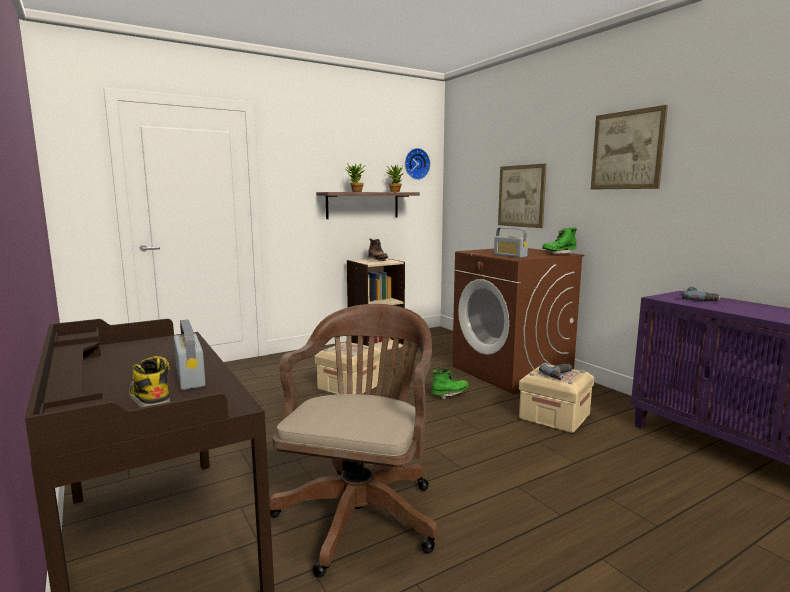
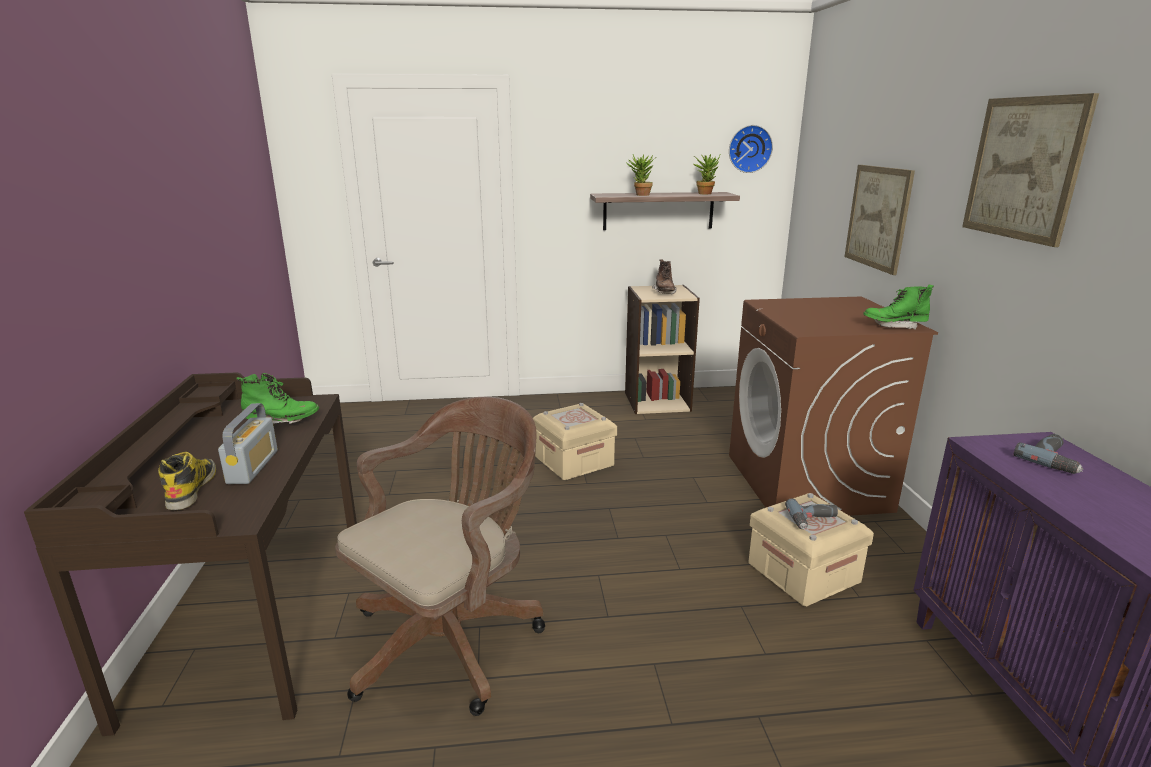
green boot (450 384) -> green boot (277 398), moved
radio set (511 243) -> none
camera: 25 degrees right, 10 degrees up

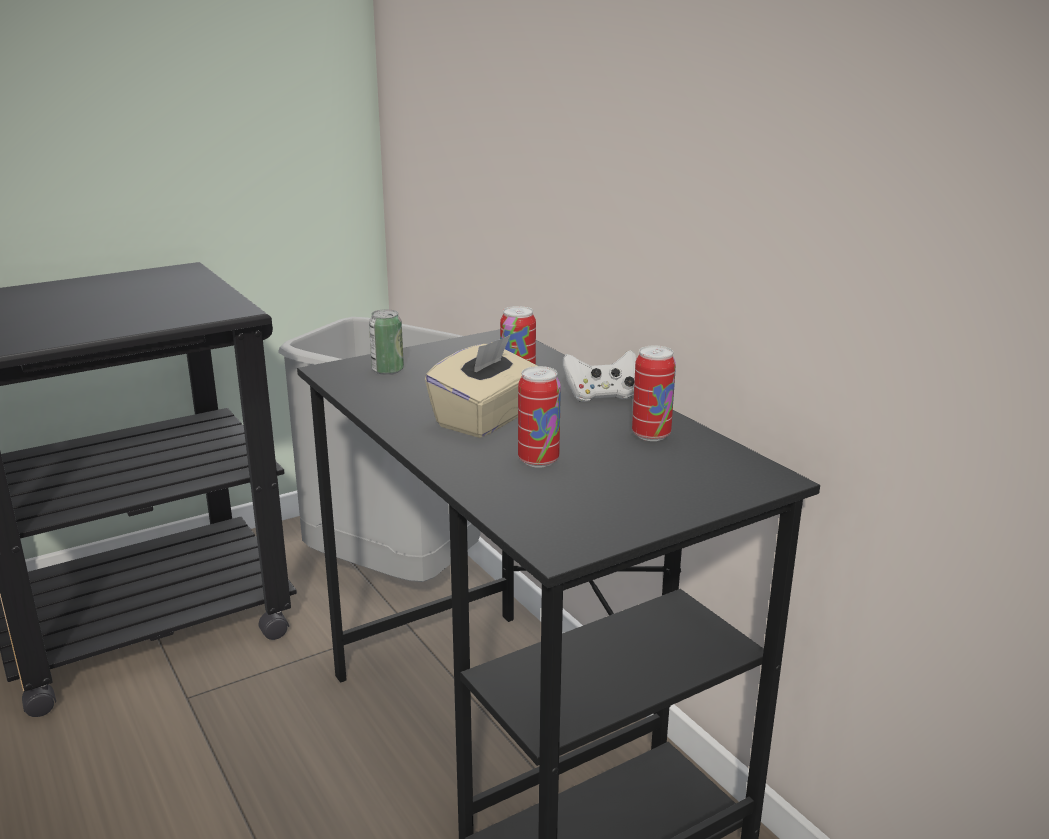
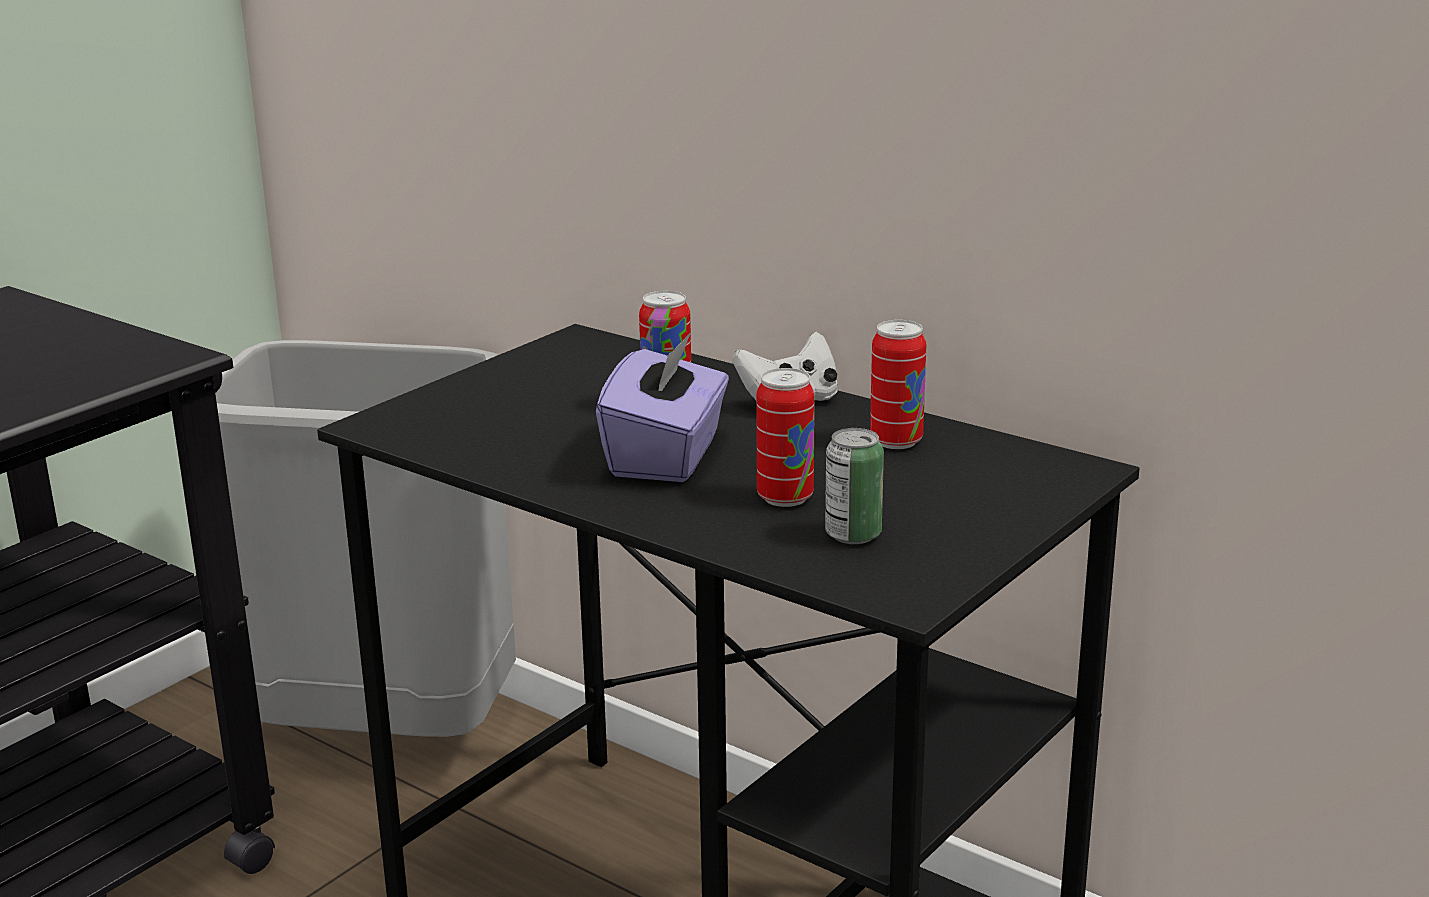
can (386 342) -> can (854 486), moved
beige-coloured tissue box (481 386) -> purple tissue box (662 407)
camera: 20 degrees left, 0 degrees up

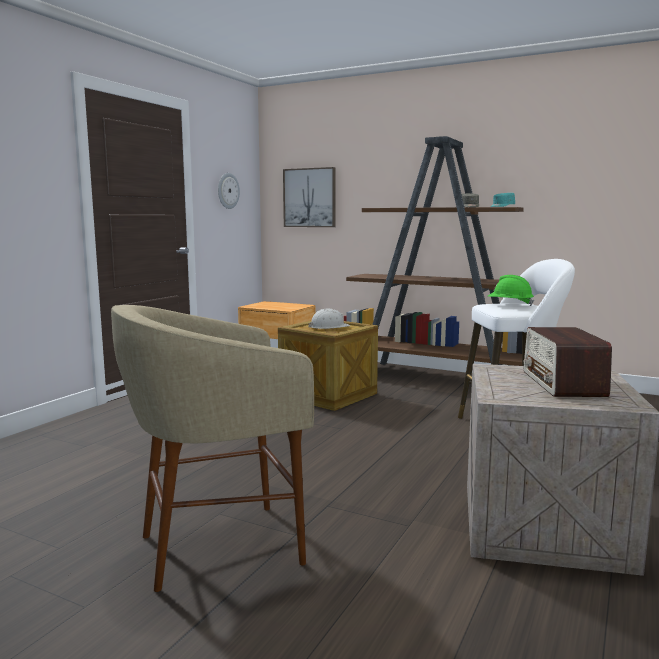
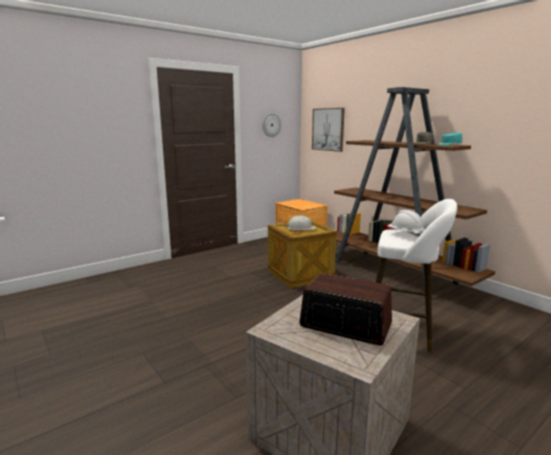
beige-coloured stool seat (212 448) -> none
green safety helmet (511 290) -> white safety helmet (406 223)
radio set (567 362) -> radio set (345 309), 90 degrees clockwise
camera: 25 degrees right, 5 degrees up

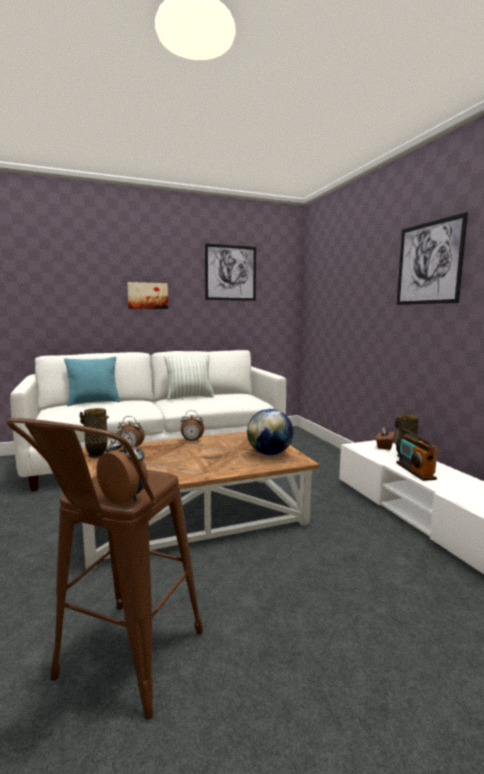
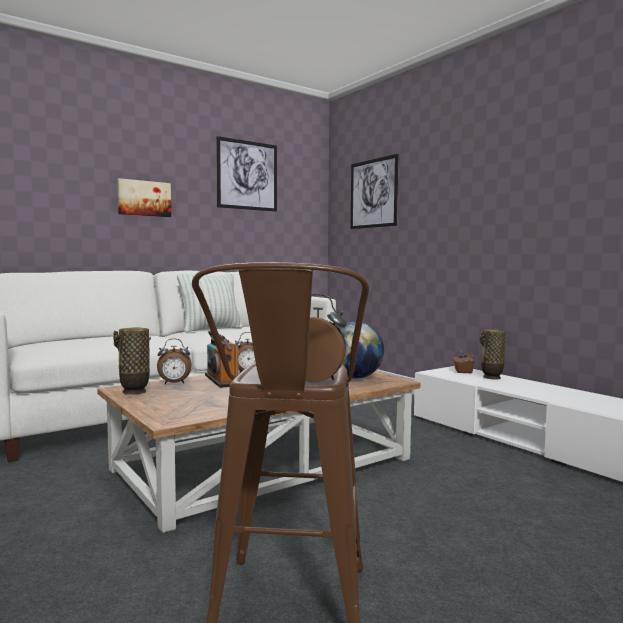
turquoise throw pillow (92 381) -> none
radio set (417 455) -> radio set (222 359), moved
wall art (432 258) -> wall art (374 191), moved
camera: 15 degrees left, 5 degrees down

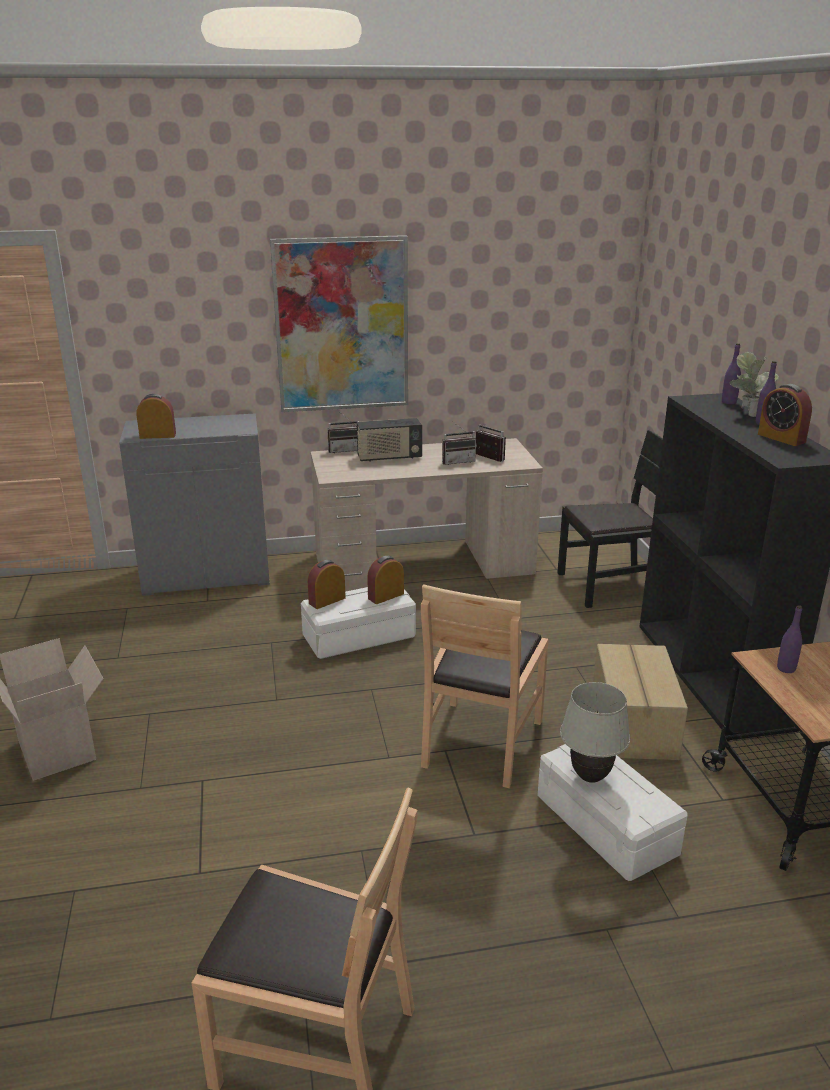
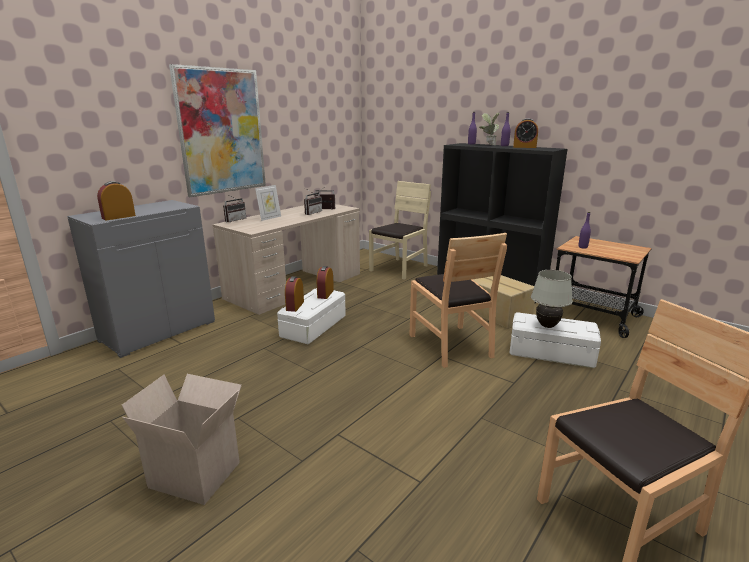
radio set (389 439) -> photo frame (268 203)
black-coloured upright chair (610 519) -> beige-coloured upright chair (400 230)
camera: 40 degrees left, 5 degrees down

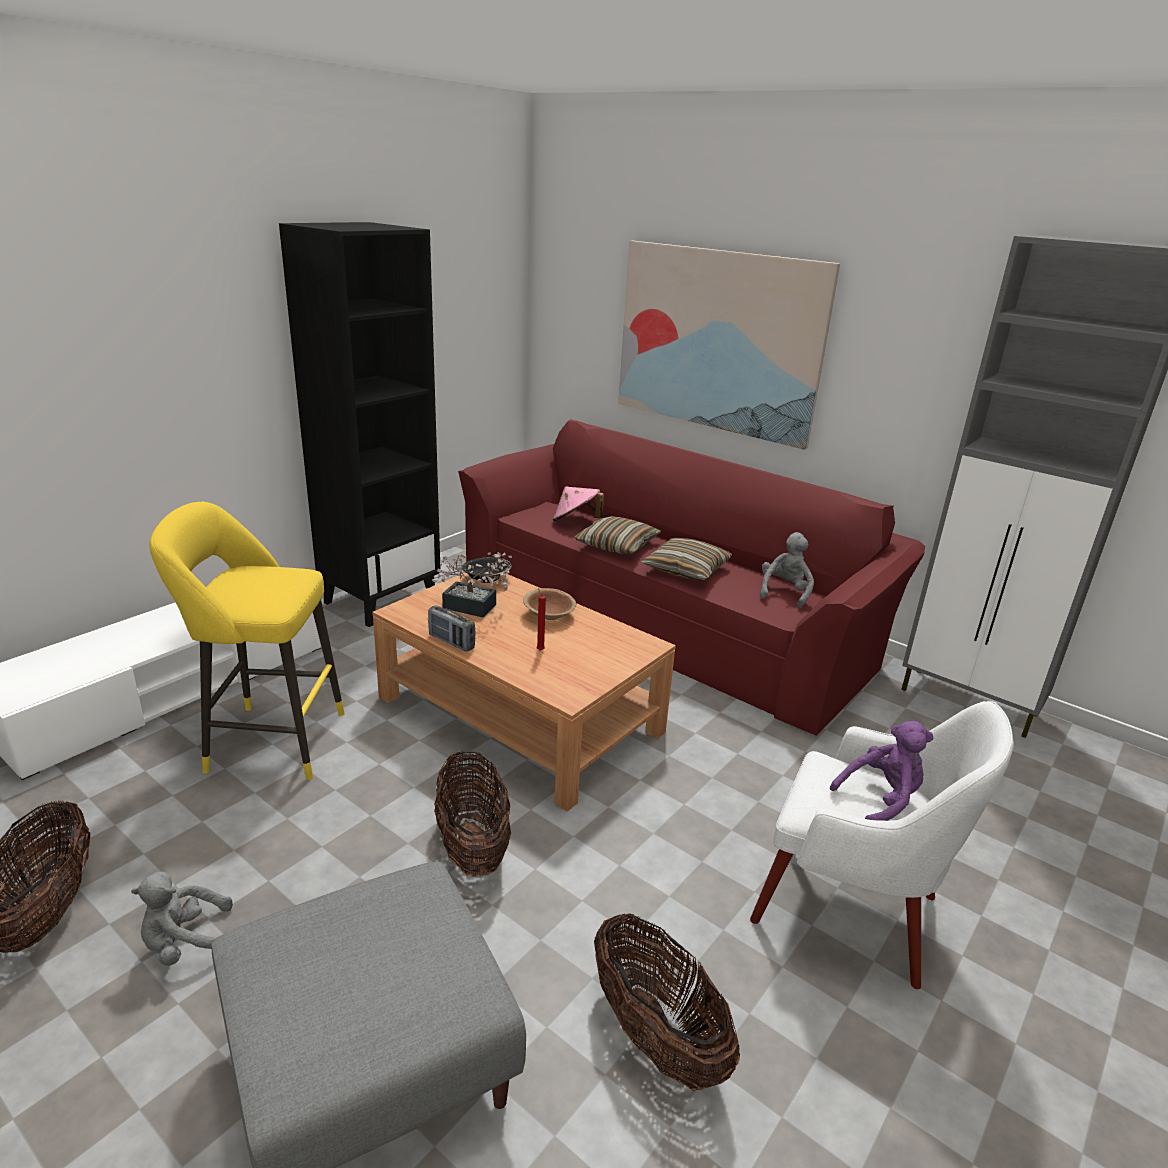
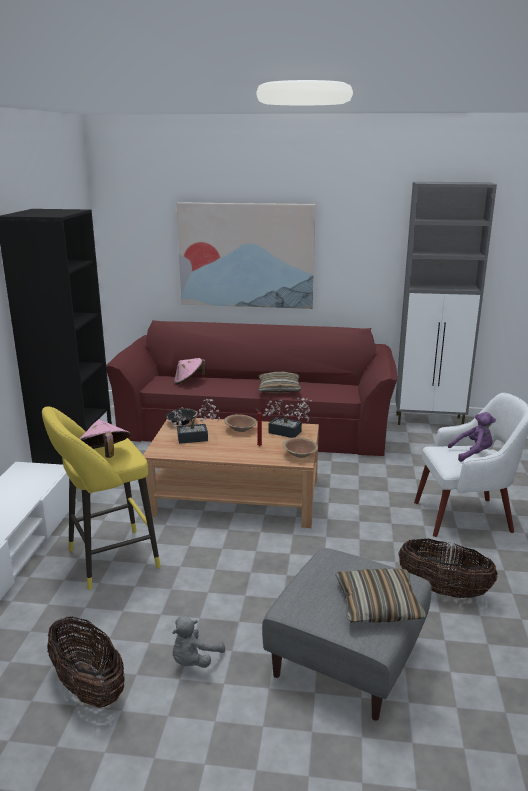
radio set (452 628) -> none
storage basket (472 813) -> none
throw pillow (618 535) -> throw pillow (381 596), moved
greyish plush toy (787 570) -> none
purple plush toy (881 771) -> purple plush toy (472 437), 45 degrees clockwise
none -> pinkish wearable hat (105 438)
none -> houseplant (287 417)
none -> brown bowl (300 447)
camera: 30 degrees left, 5 degrees down

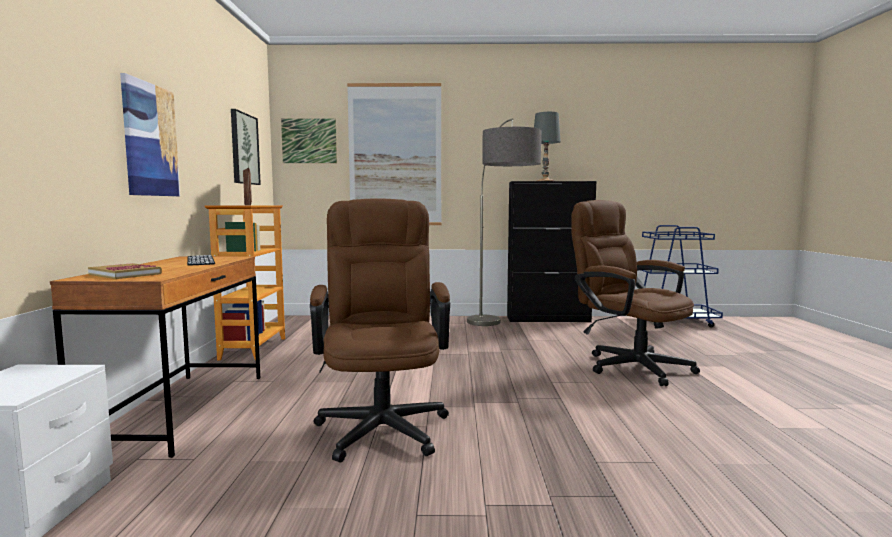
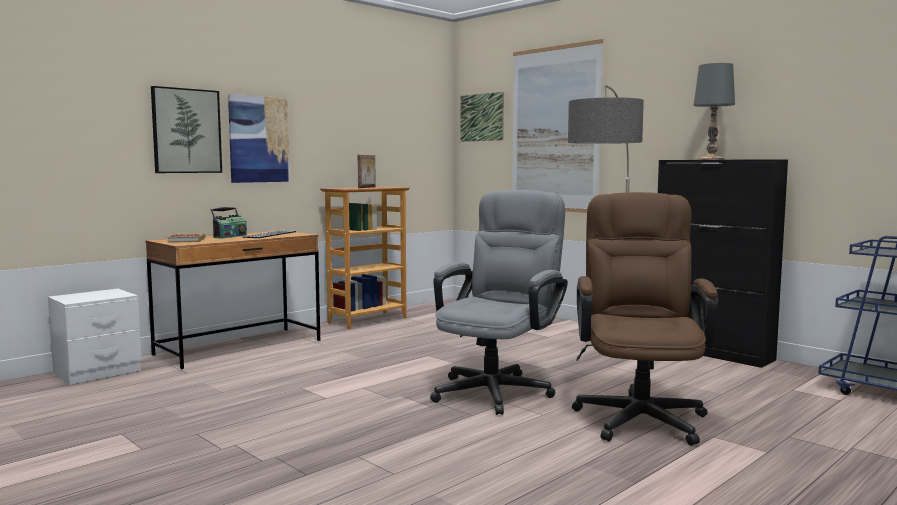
wall art (246 147) -> wall art (186 129), moved
brown desk chair (380 330) -> none
none -> radio set (229 223)
none -> greyish desk chair (499 302)
camera: 45 degrees right, 0 degrees up

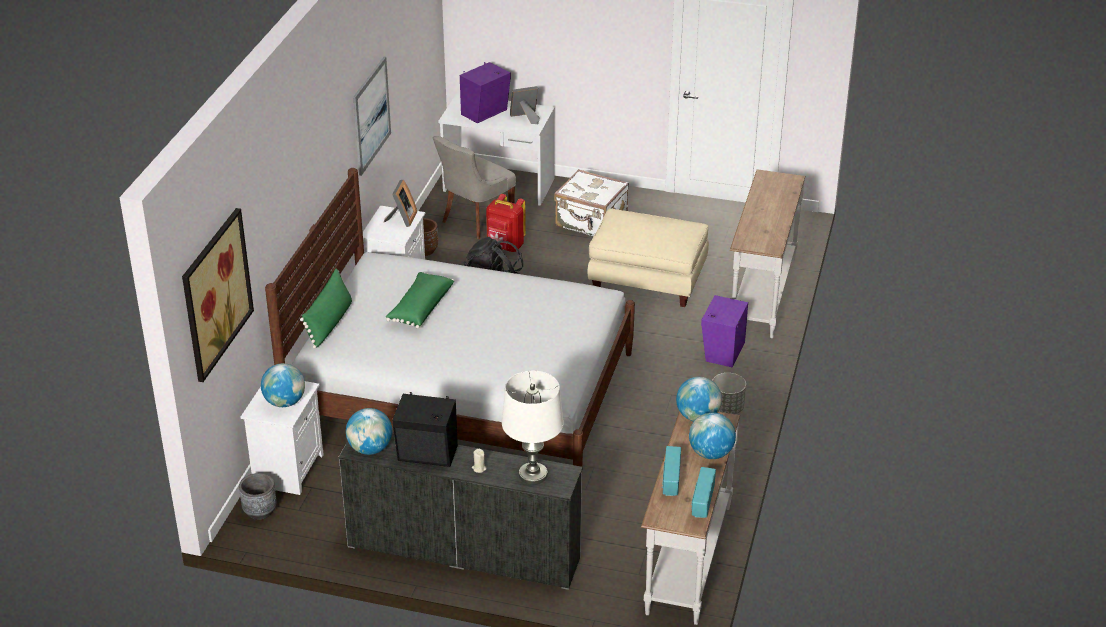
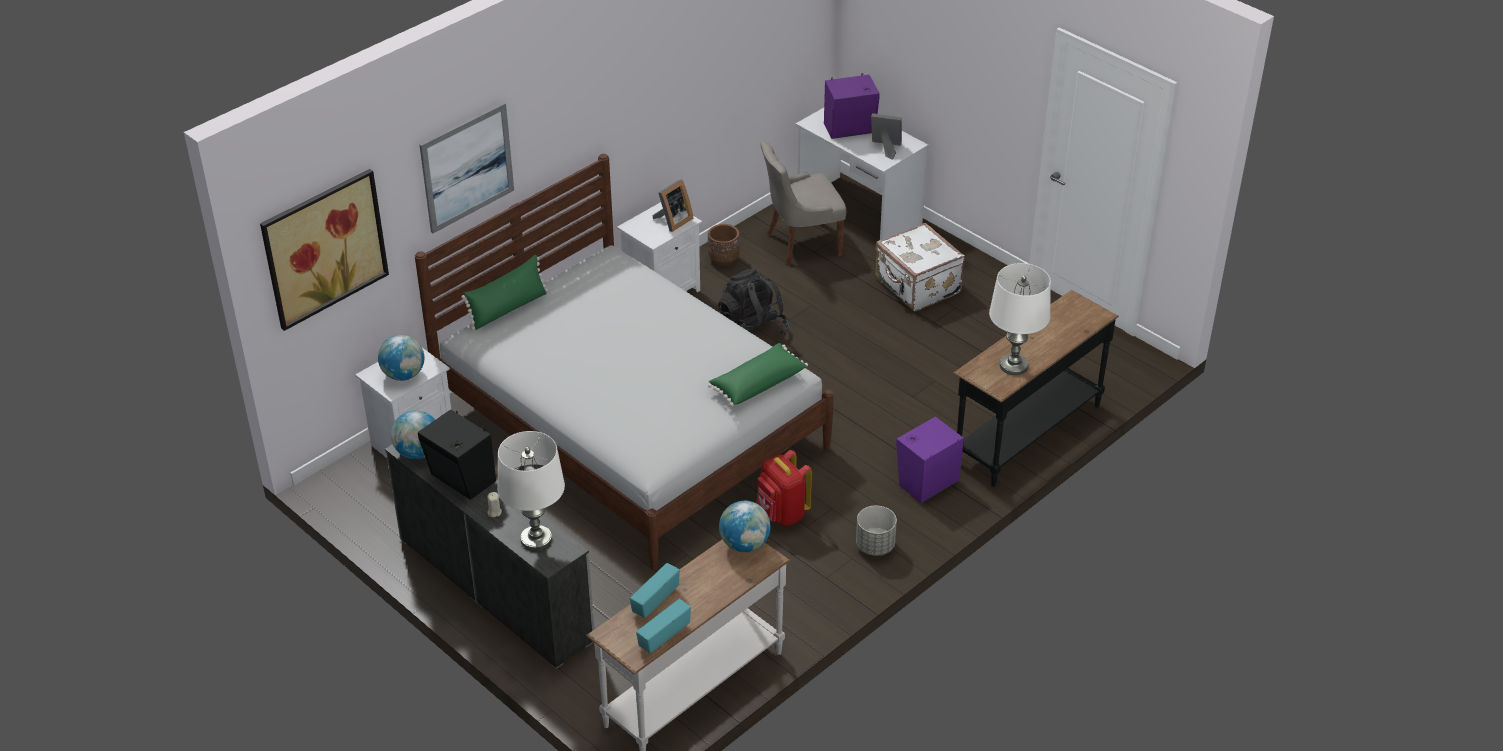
greyish plant pot (258 496) -> none
wall art (372 116) -> wall art (466 168), moved
green throw pillow (419 300) -> green throw pillow (758 375), moved
red-coloured backpack (506 223) -> red-coloured backpack (784 488), moved
beige-coloured pouffe (648 258) -> none
desk globe (712 435) -> none
white narrow table (767 254) -> black-coloured narrow table (1036 388)
none -> white lamp for a table (1020 319)
camera: 30 degrees right, 5 degrees up

